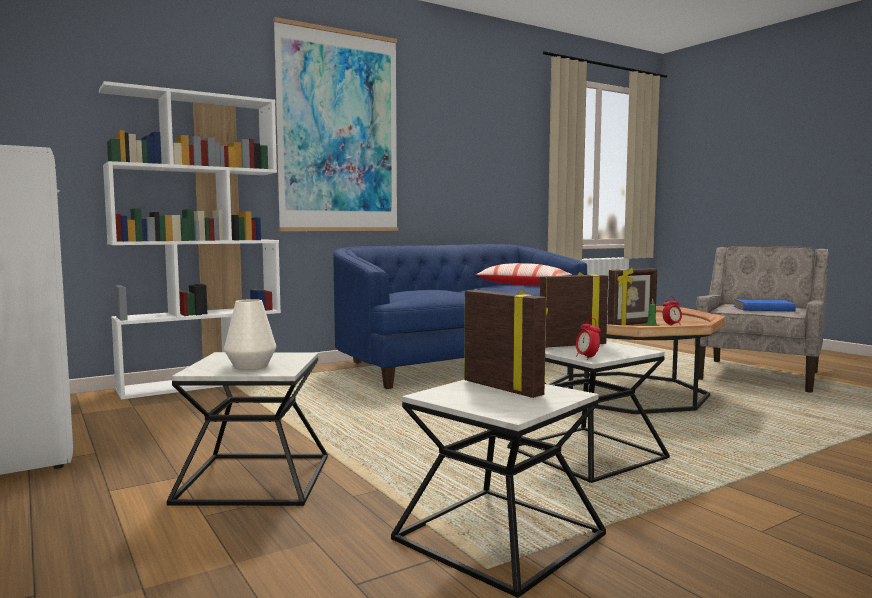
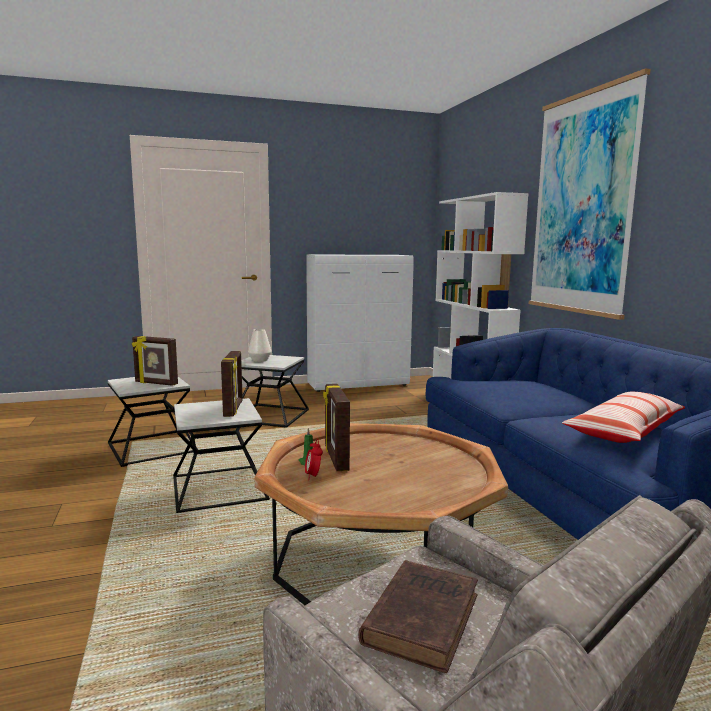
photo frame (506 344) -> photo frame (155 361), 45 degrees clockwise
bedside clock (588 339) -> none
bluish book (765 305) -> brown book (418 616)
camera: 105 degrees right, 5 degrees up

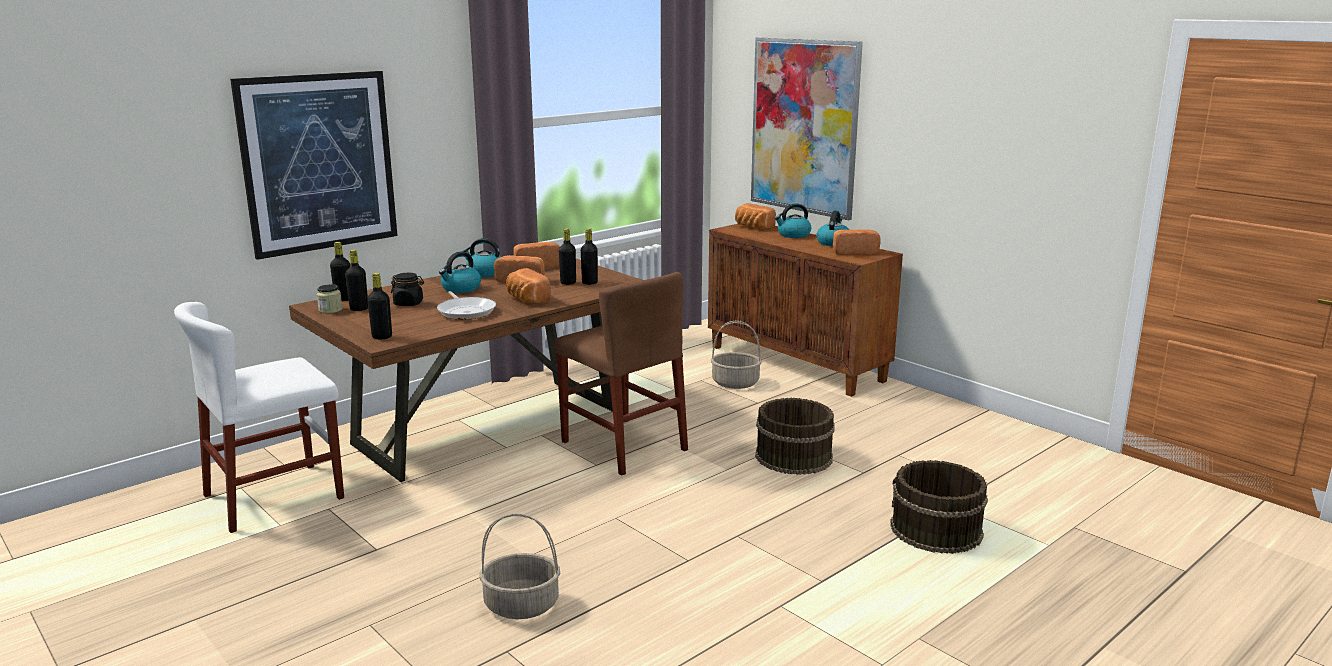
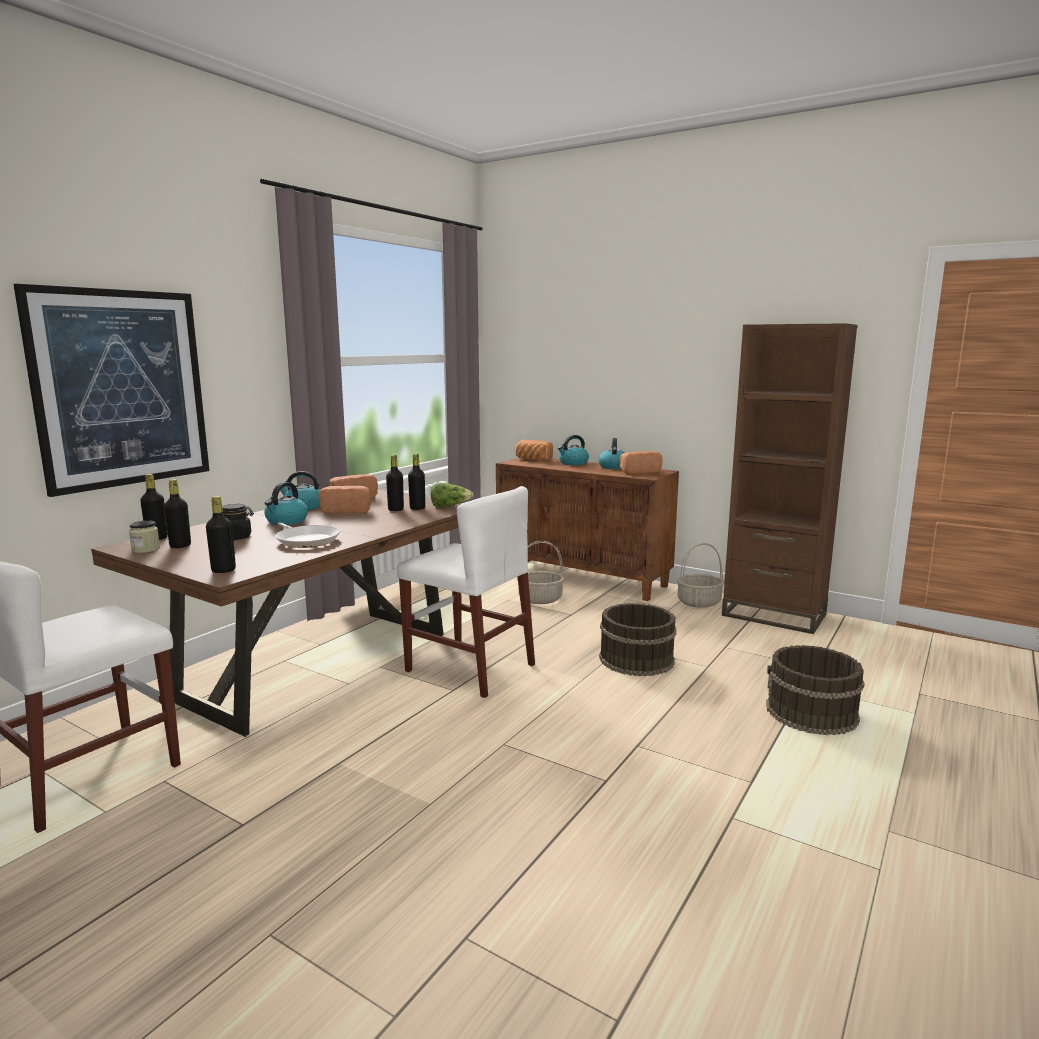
storage basket (519 566) -> storage basket (701 575), moved
bakery bread (528 285) -> none
brown upright chair (621 374) -> white upright chair (466 592)
wall art (807 128) -> none
none -> lettuce (452 495)
none -> brown bookcase (790 478)
camera: 15 degrees left, 5 degrees down

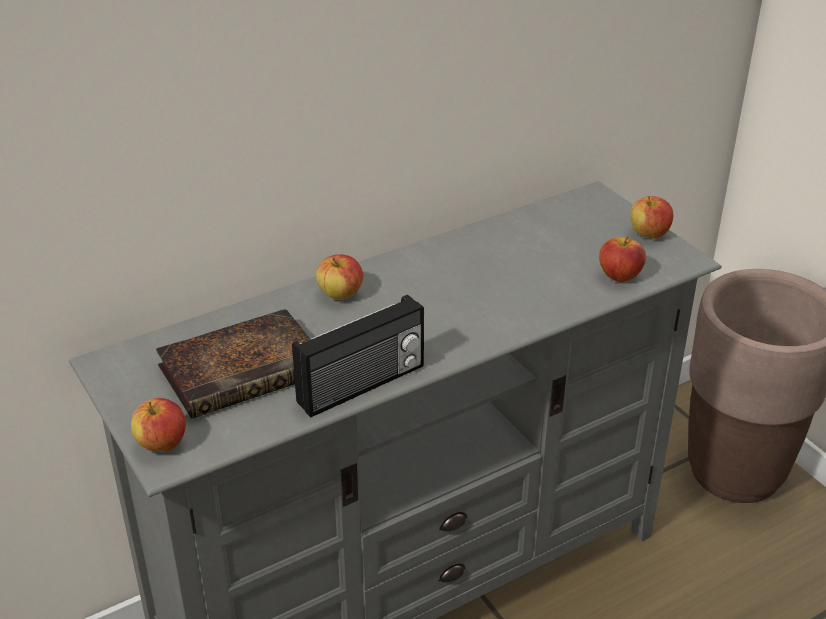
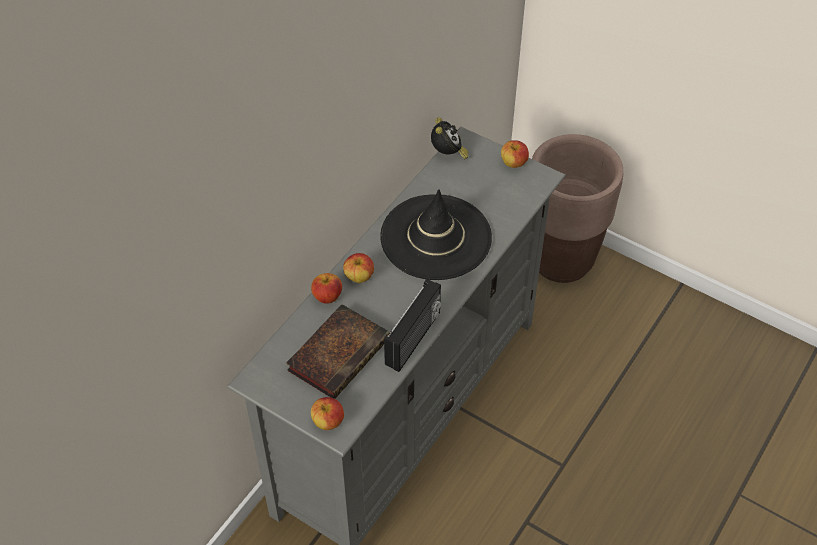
apple fruit (622 259) -> apple fruit (326 288), moved
none -> black-coloured wearable hat (436 234)
none -> bedside clock (449 138)
camera: 25 degrees left, 15 degrees up

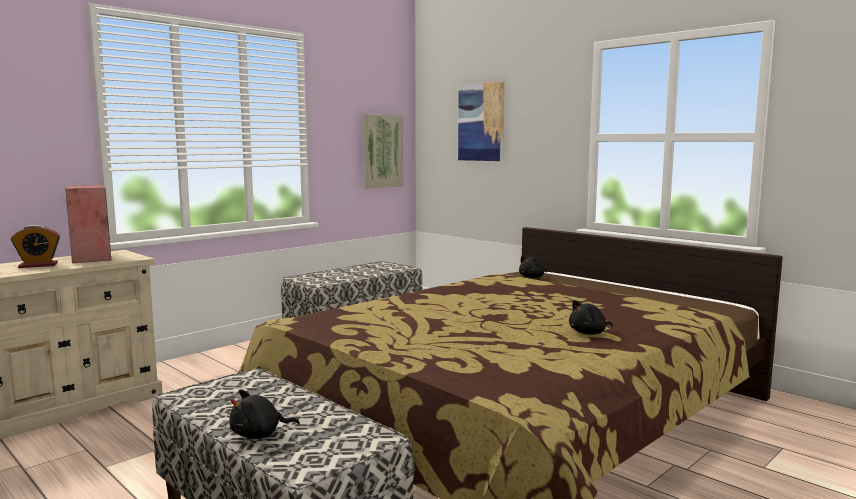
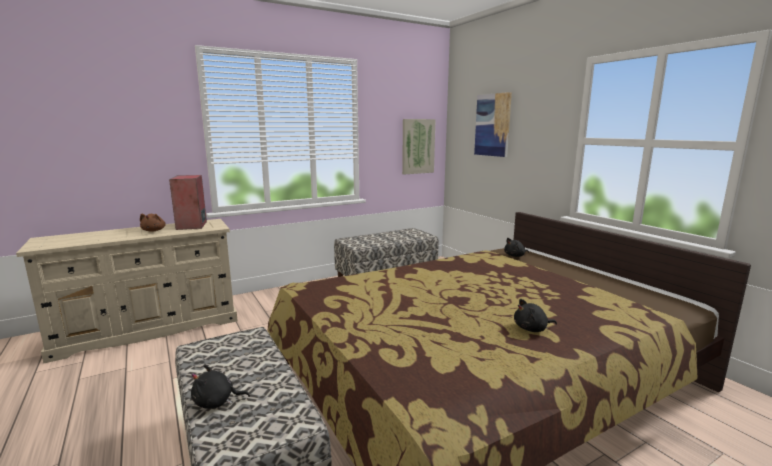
bedside clock (35 246) -> brown plush toy (153 223)
camera: 15 degrees right, 5 degrees up

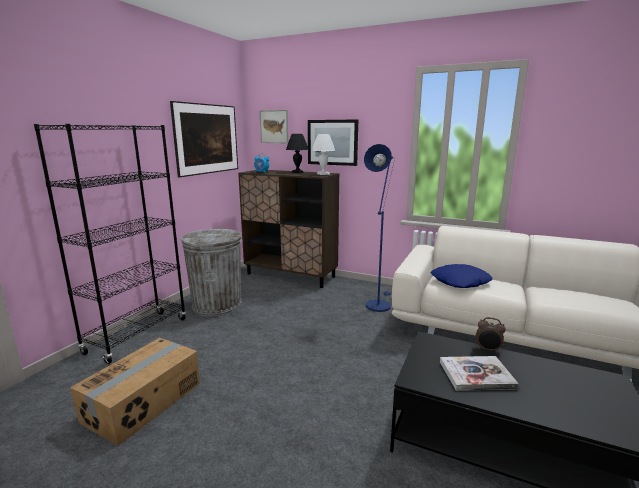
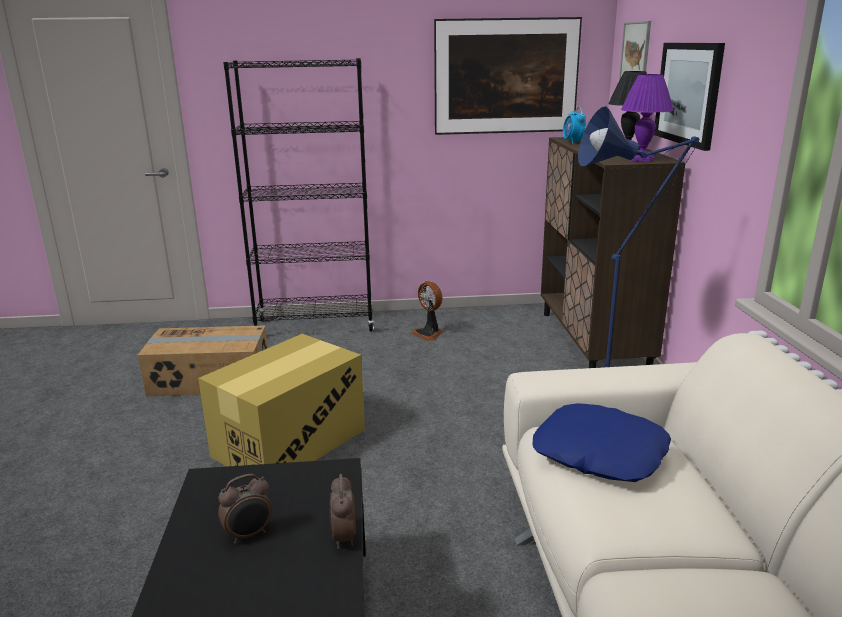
greyish rubbish bin (211 272) -> electric fan (427 311)
white lamp for a table (323 154) -> purple lamp for a table (647 118)
book (479 373) -> bedside clock (245 509)
none -> carton (281 400)
camera: 60 degrees right, 5 degrees up

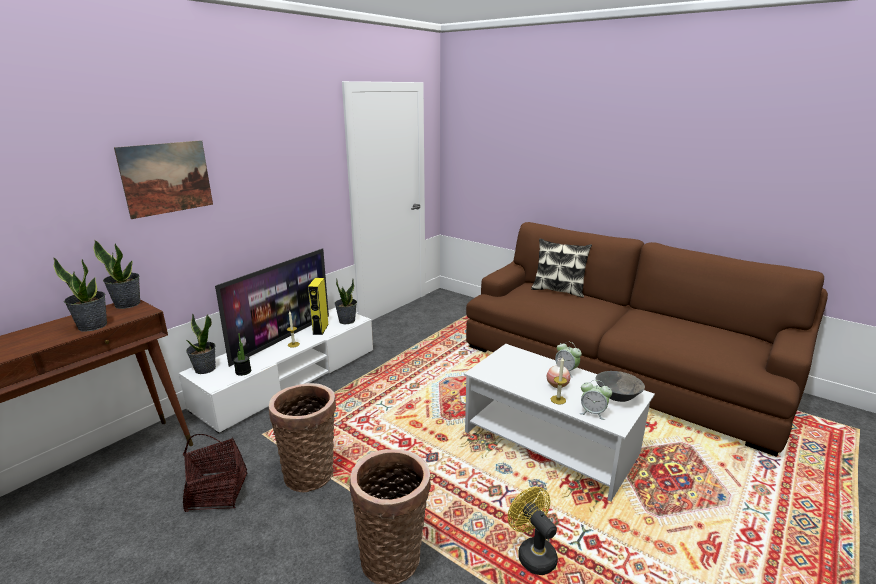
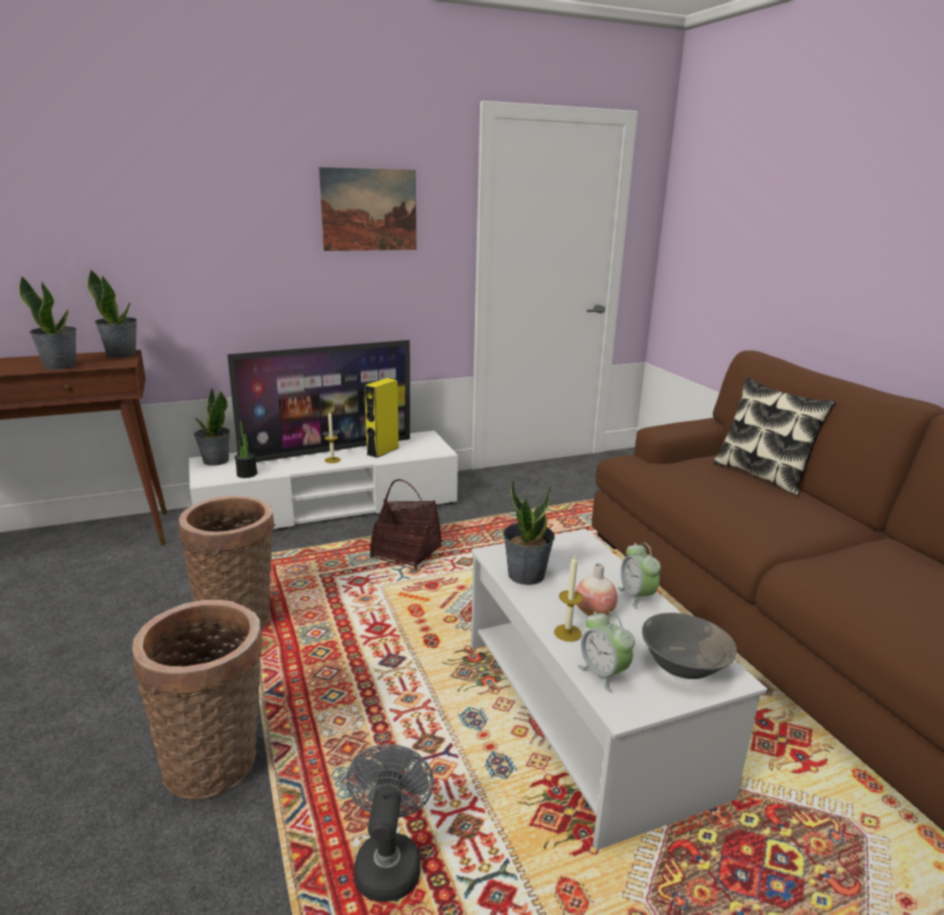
wall art (163 179) -> wall art (367 209), moved
storage basket (215 473) -> storage basket (406 525), moved
houseplant (346 301) -> houseplant (529 530), moved
yellowish electric fan (533 531) -> greyish electric fan (390 823)
camera: 30 degrees right, 0 degrees up

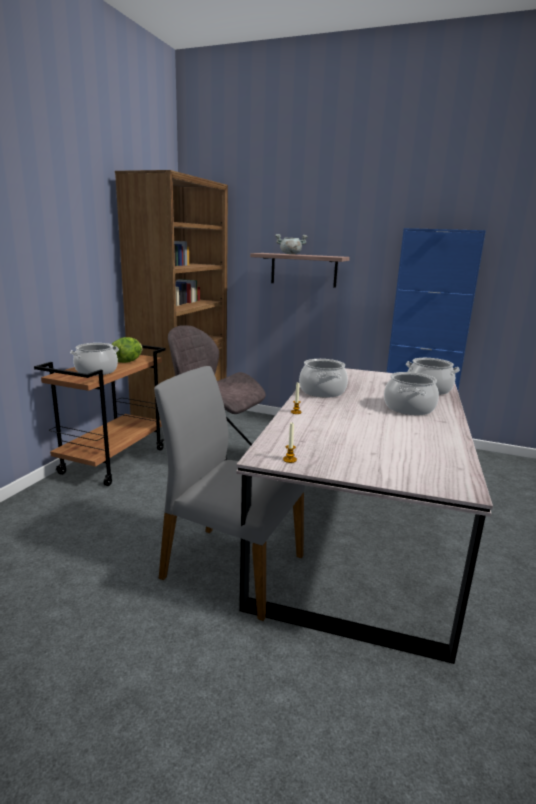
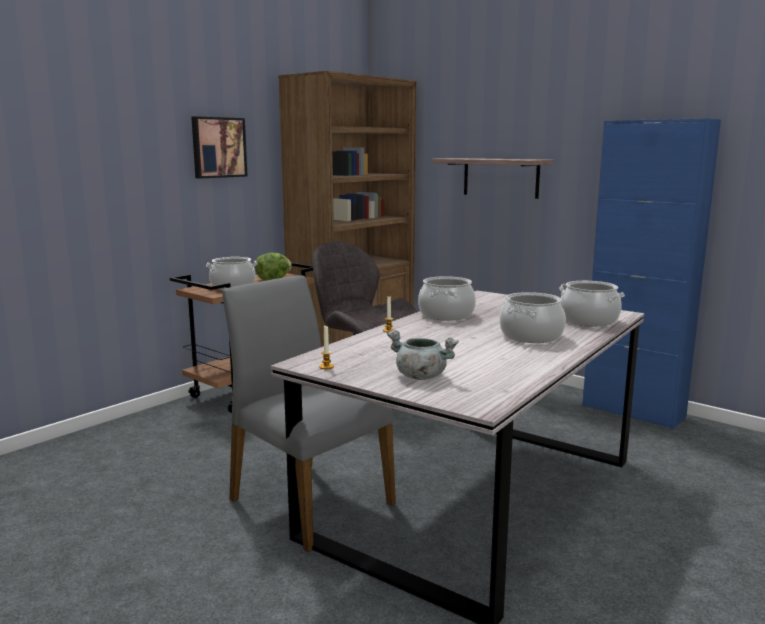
greyish stockpot (291 244) -> greyish stockpot (423 355), moved
none -> wall art (219 147)
camera: 20 degrees right, 5 degrees down

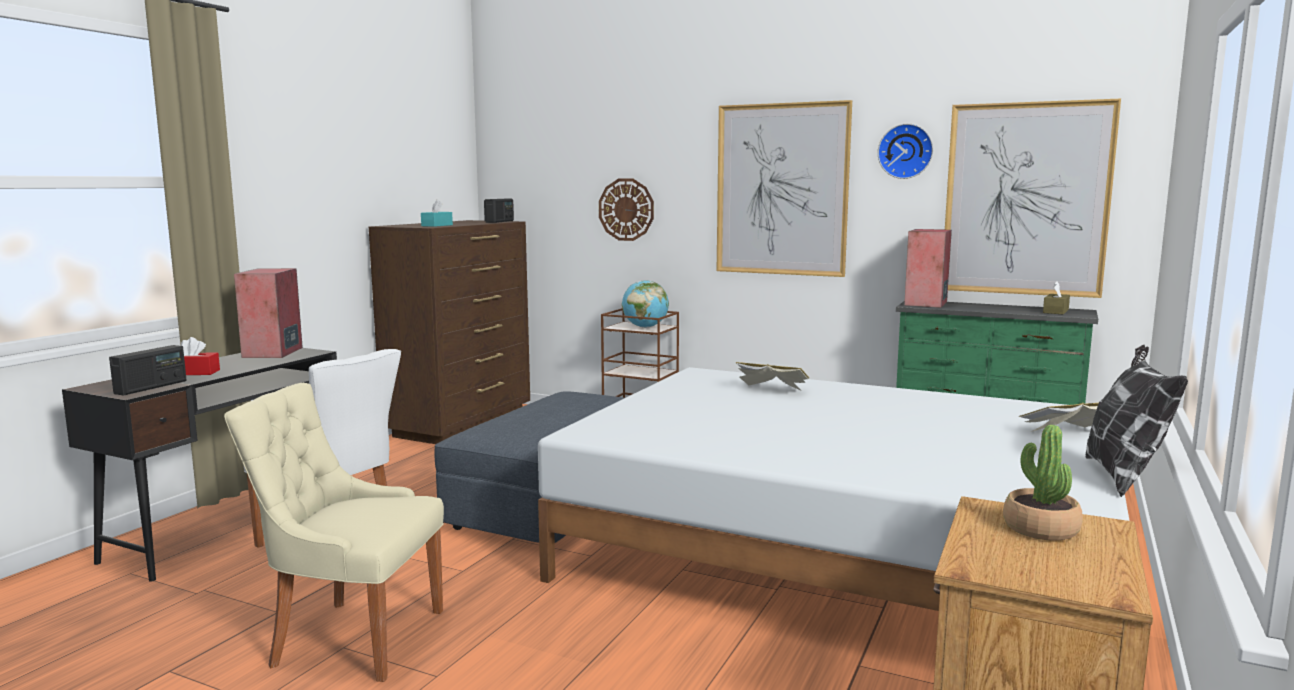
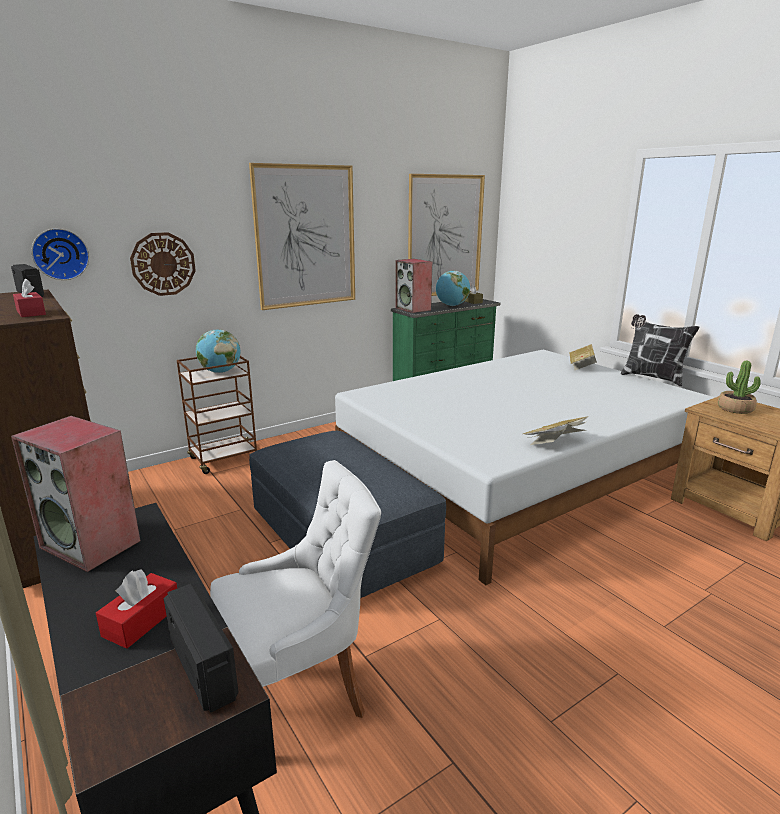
beige-coloured upright chair (334 532) -> none
turquoise tissue box (437 213) -> red-coloured tissue box (29 298)
book (773 376) -> book (555 430), moved
wall clock (905 151) -> wall clock (60 254), moved
none -> desk globe (453 288)
camera: 60 degrees left, 10 degrees up

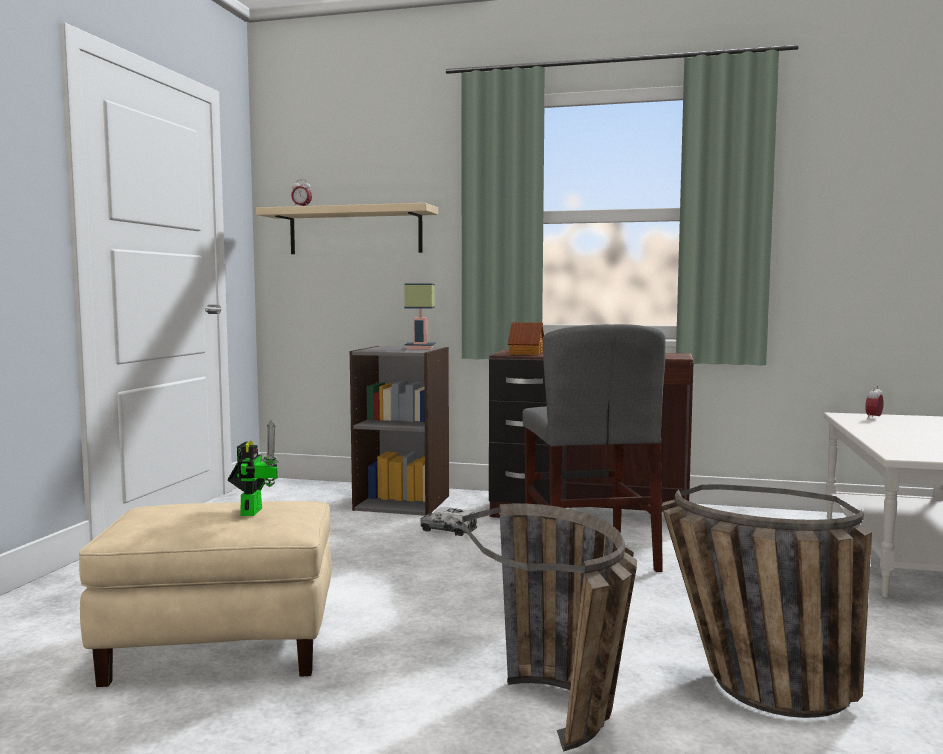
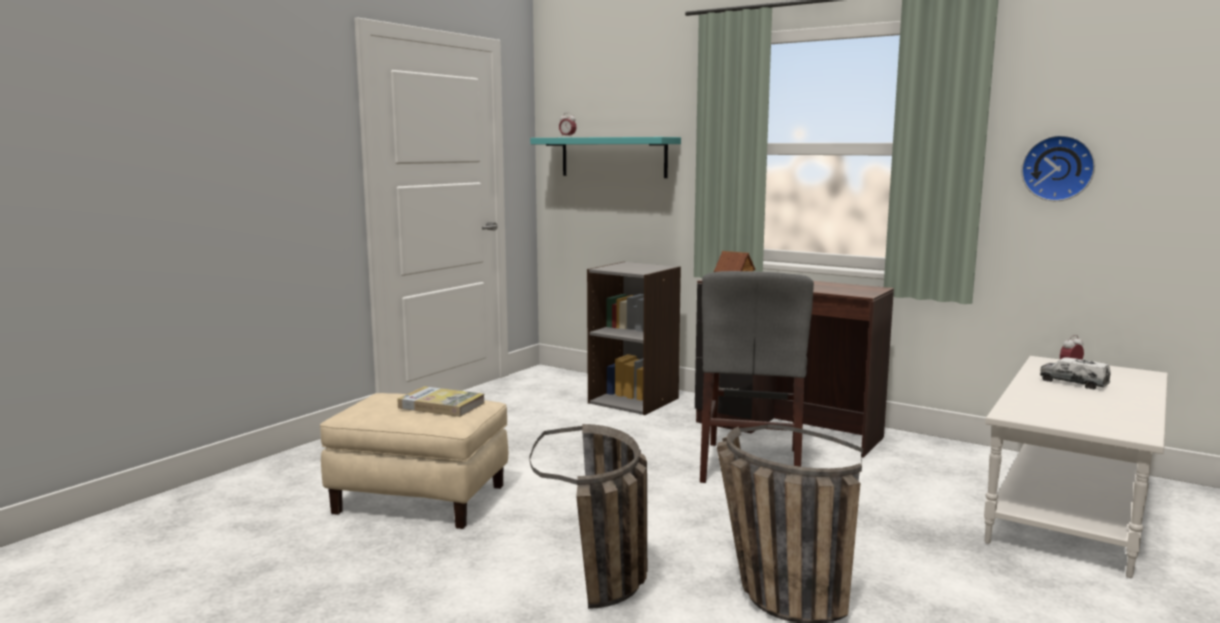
robot figure (254 468) -> book (440 401)
beige-coloured shelf (347 228) -> turquoise shelf (605 157)
lamp for a table (419 316) -> none
toy lorry (448 521) -> toy lorry (1075 373), moved
none -> wall clock (1058 168)
camera: 20 degrees right, 5 degrees up

